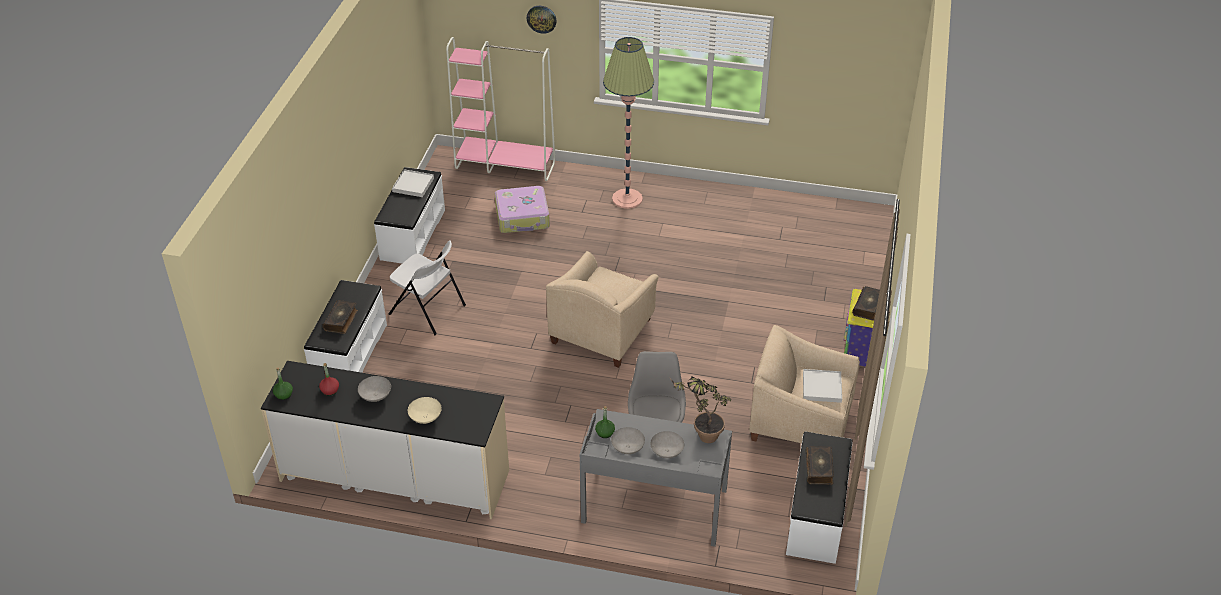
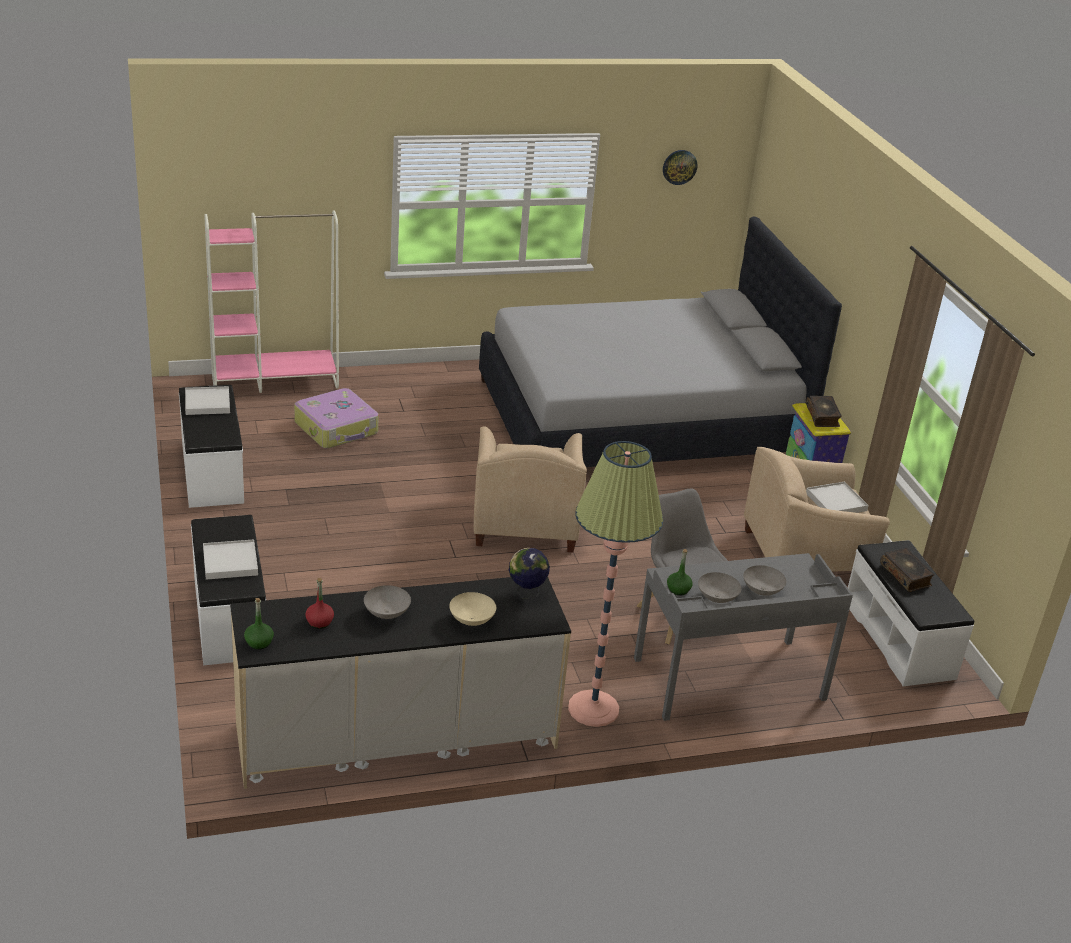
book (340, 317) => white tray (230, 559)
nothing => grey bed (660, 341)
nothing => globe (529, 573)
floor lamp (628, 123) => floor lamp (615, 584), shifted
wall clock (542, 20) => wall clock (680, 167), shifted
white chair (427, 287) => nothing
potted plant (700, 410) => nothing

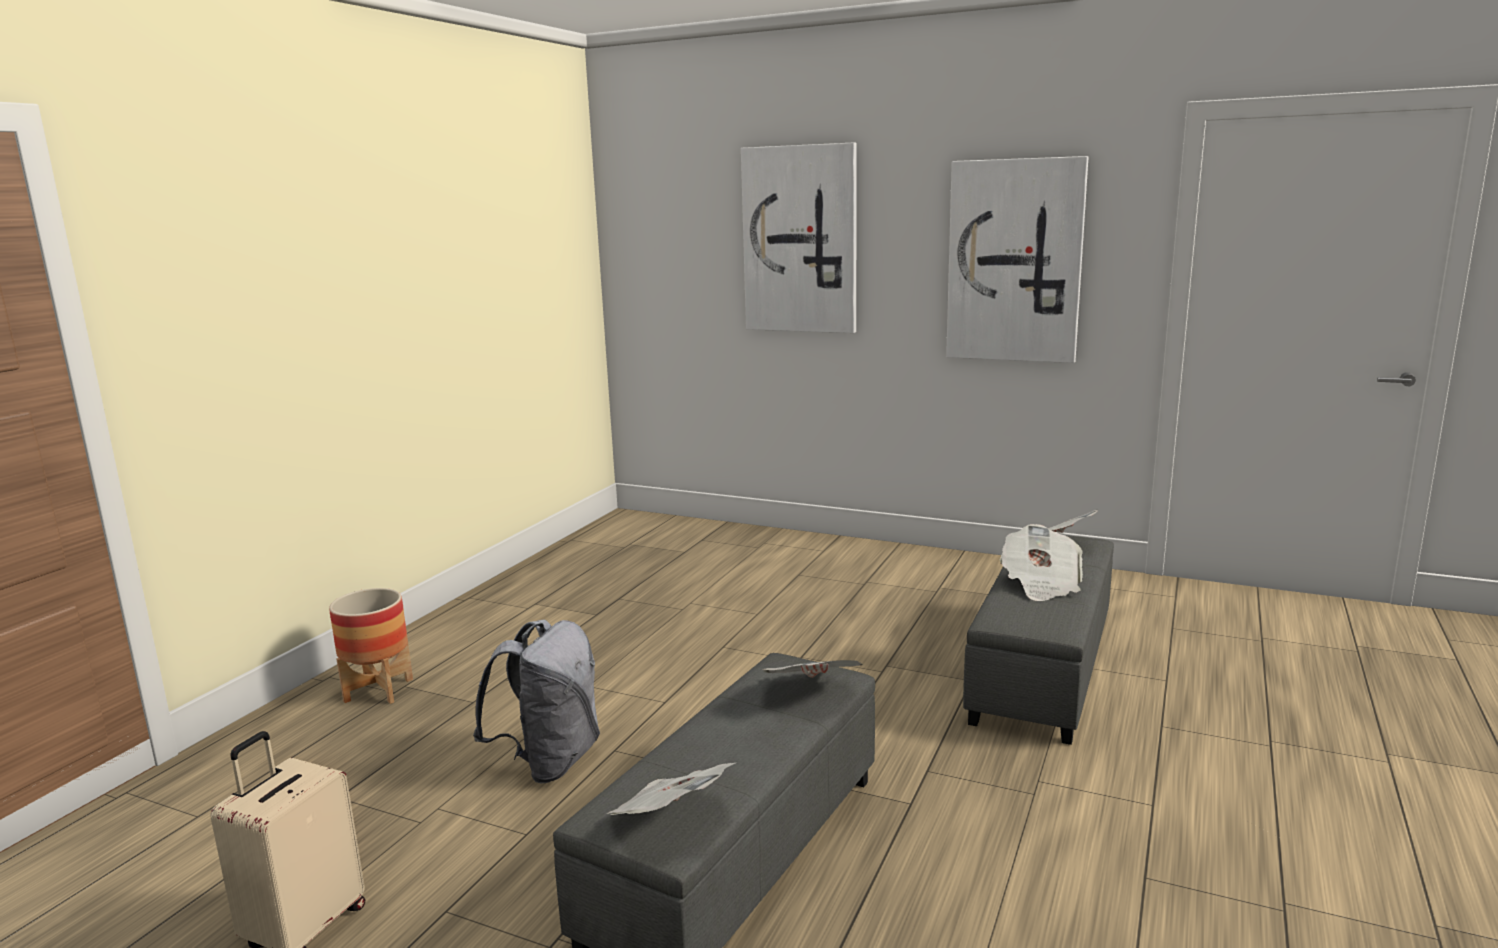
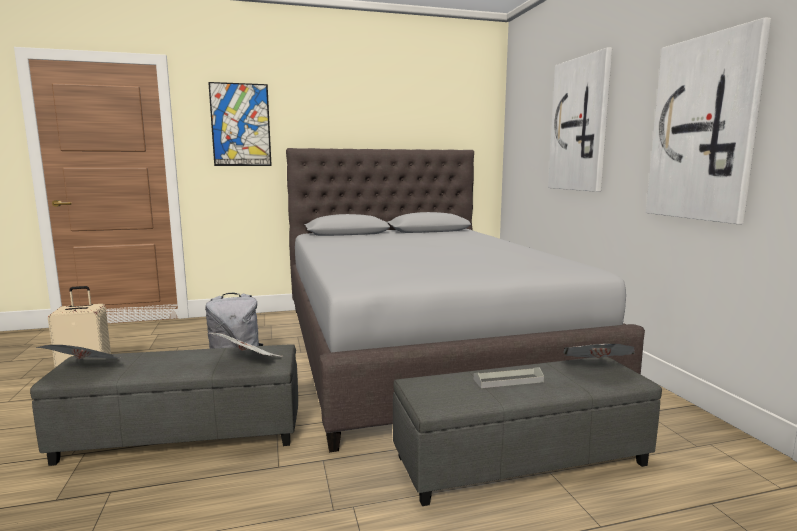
nothing => picture (240, 124)
nothing => grey bed (465, 300)
newspaper (1041, 562) => grey tray (509, 377)
planter (371, 646) => nothing

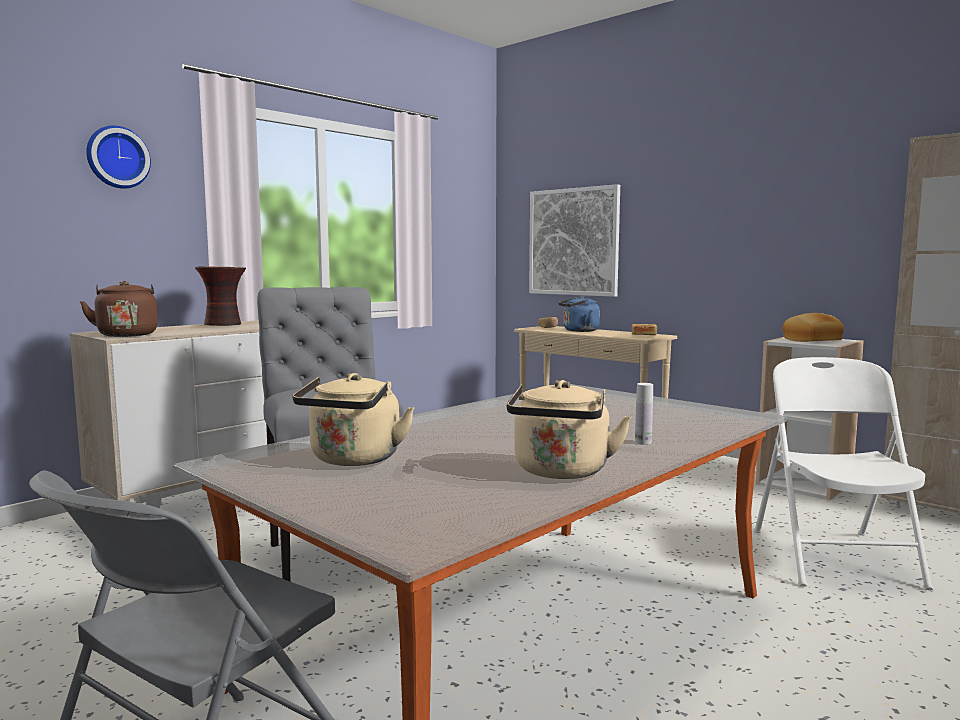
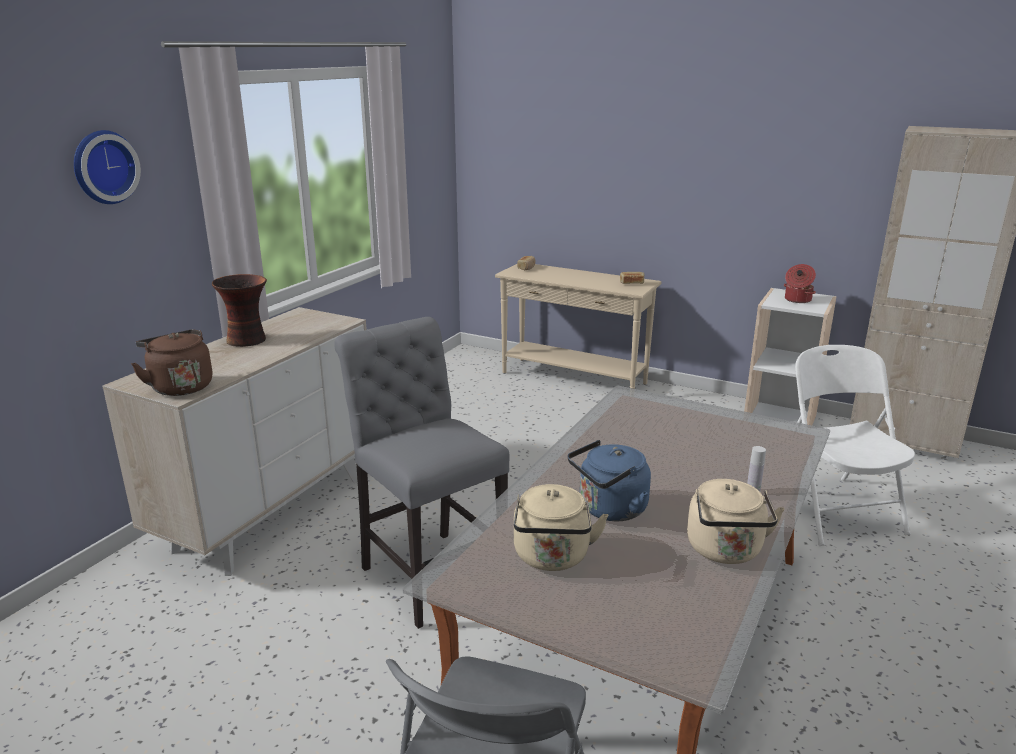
blue kettle (579, 314) => blue kettle (609, 480), shifted
bread (813, 327) => cooking pot (800, 283)
picture (574, 240) => nothing

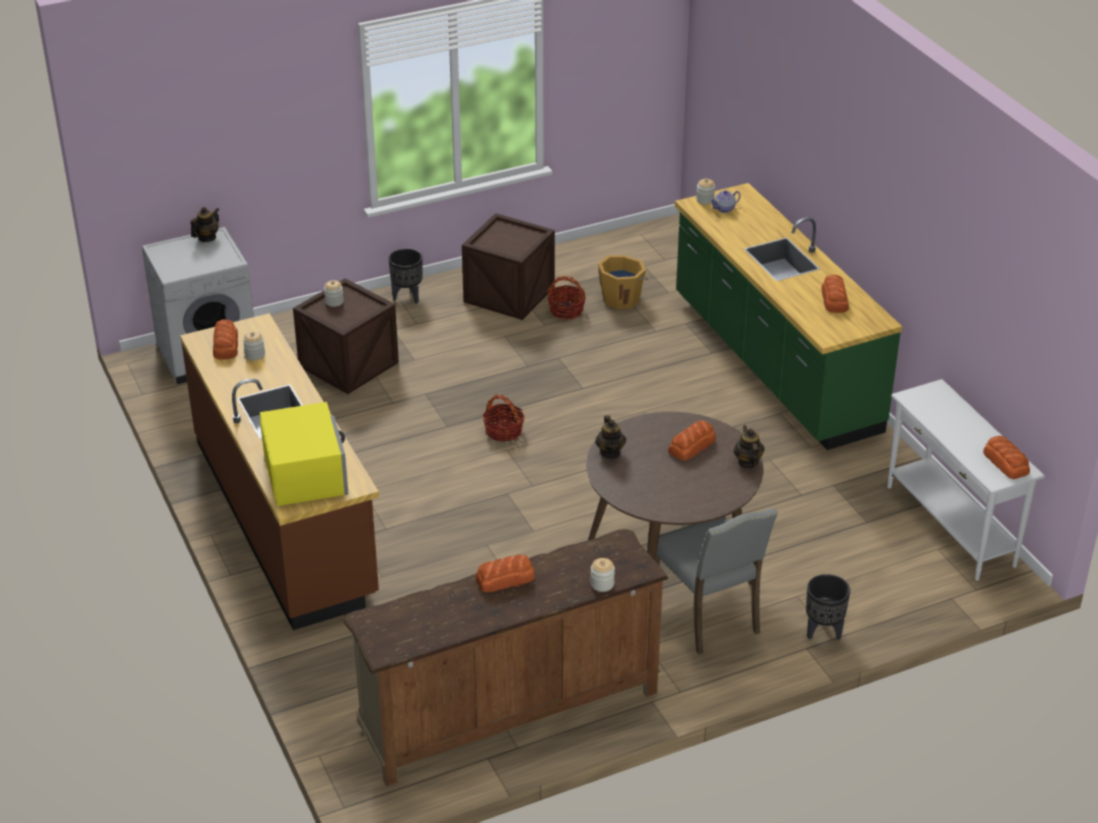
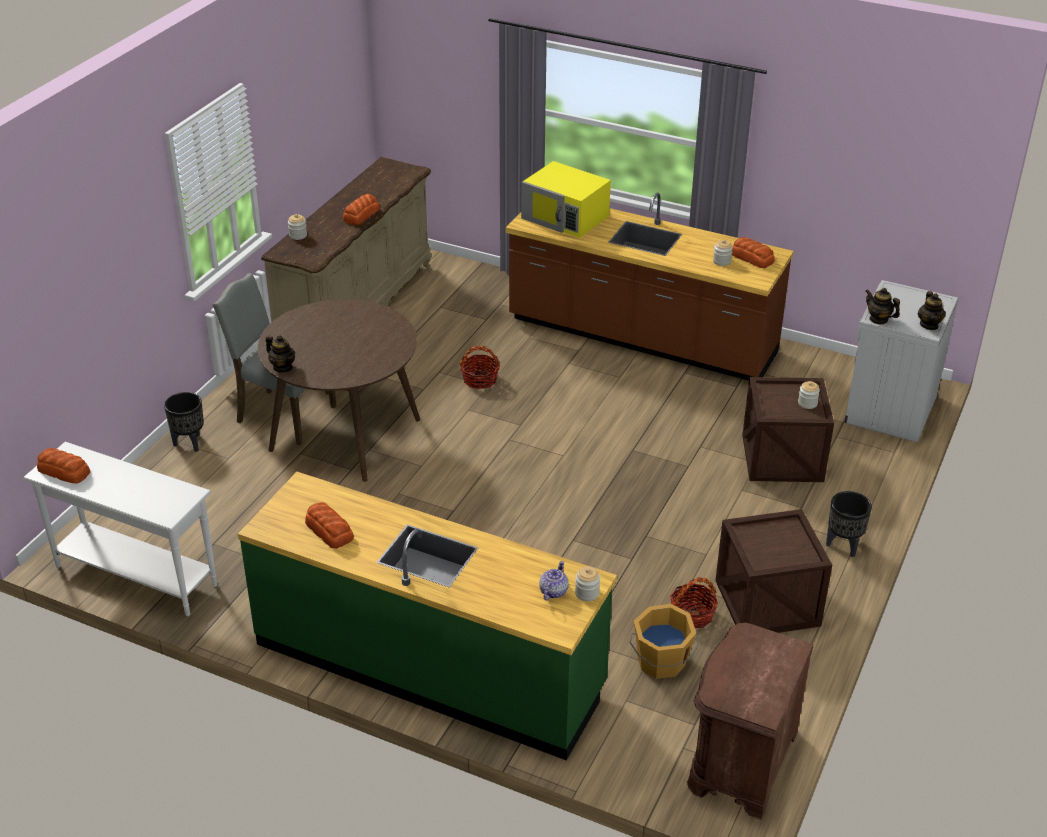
basket (504, 418) => basket (479, 367), shifted
nothing => brown nightstand (750, 721)
teapot (610, 437) => teapot (883, 306), shifted
bread (692, 440) => nothing

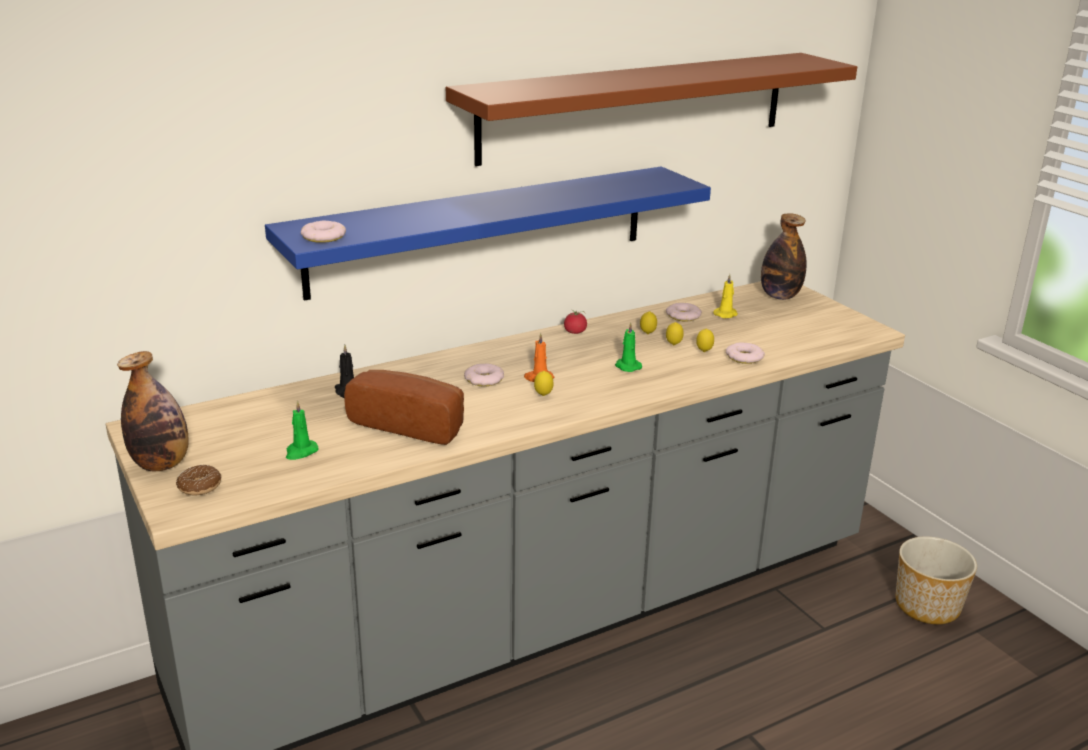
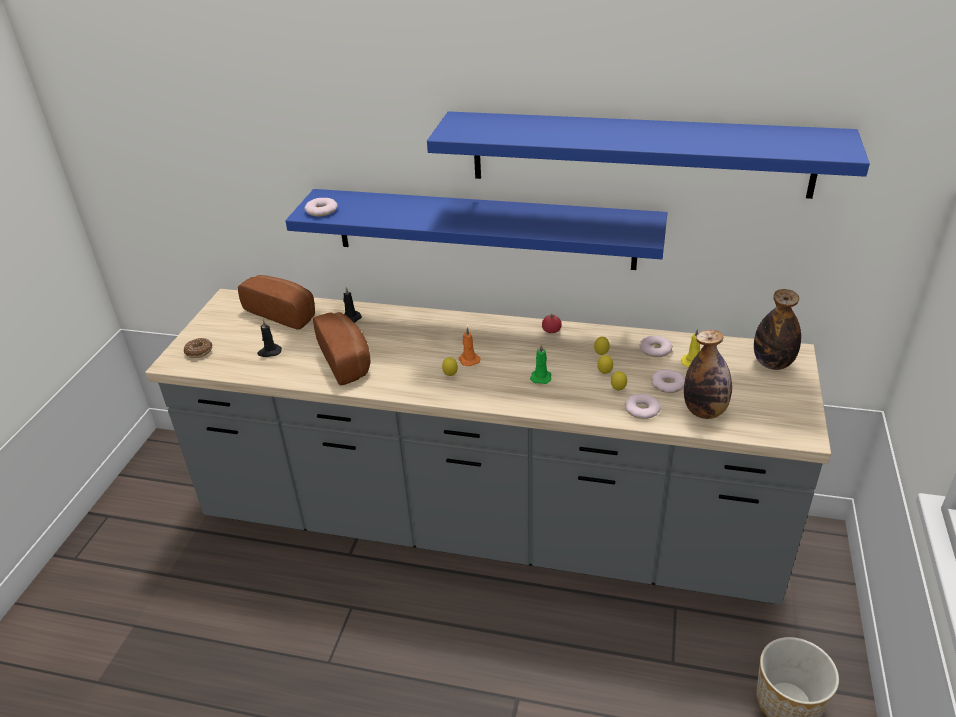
nothing => bread (276, 302)
green candle (302, 430) => black candle (269, 338)
brown shelf (651, 109) => blue shelf (648, 155)
donut (484, 374) => donut (668, 381), shifted
bottle (153, 411) => bottle (708, 374), shifted

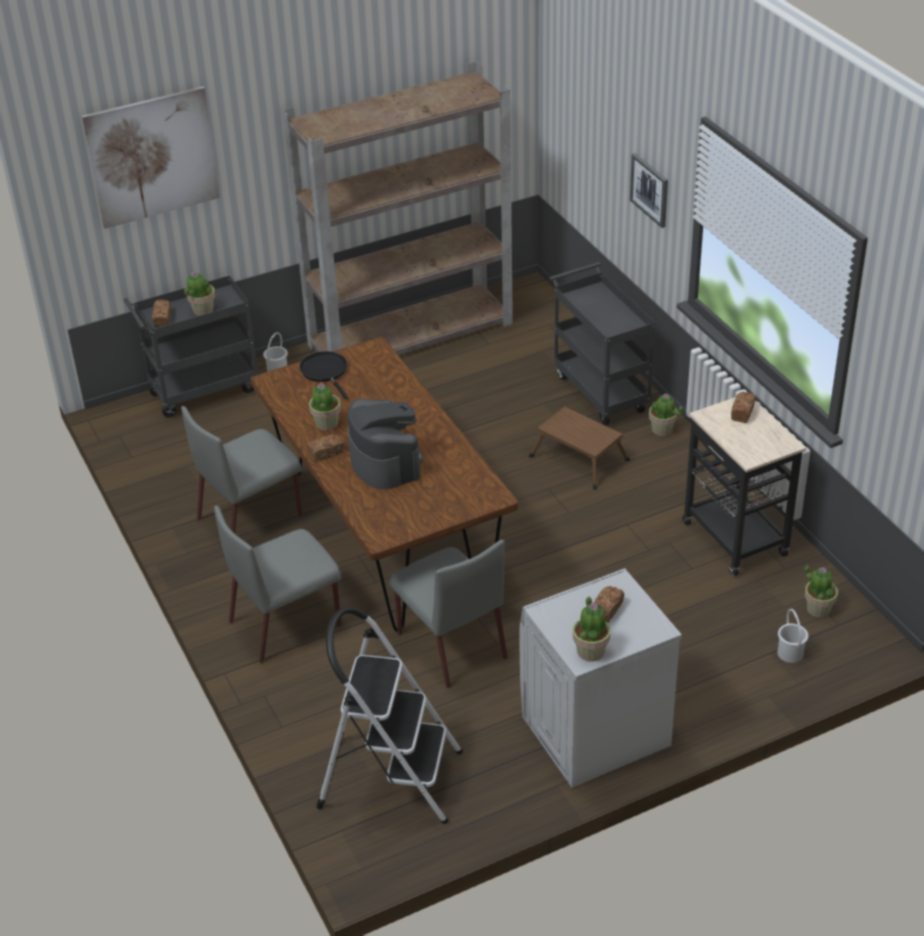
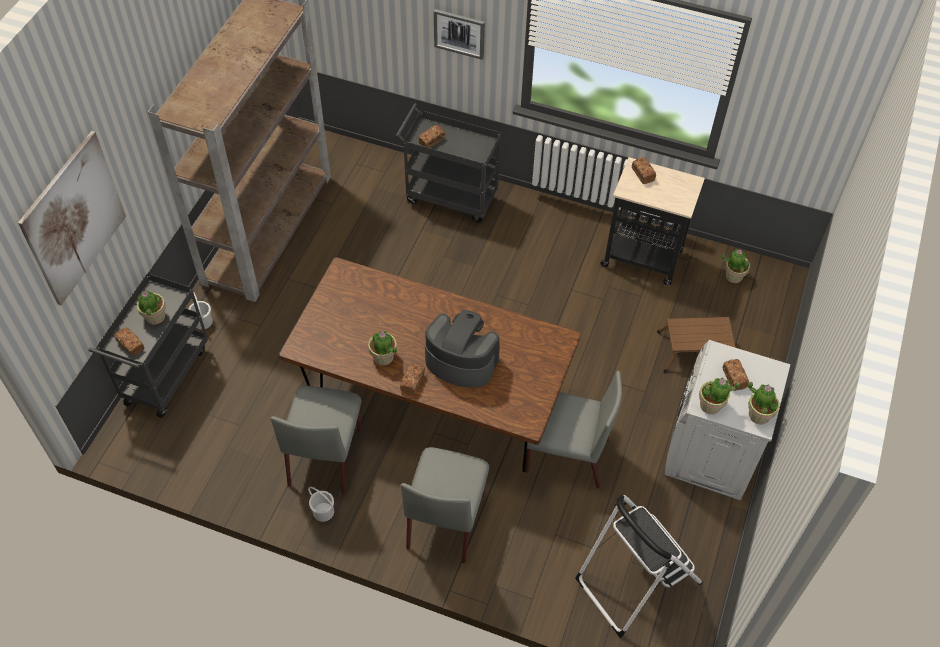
white bucket (793, 636) => white bucket (321, 504), shifted
nothing => bread (431, 136)
brown step ladder (580, 448) => brown step ladder (696, 345), shifted
potted plant (666, 414) => potted plant (719, 396), shifted
black frying pan (323, 375) => nothing

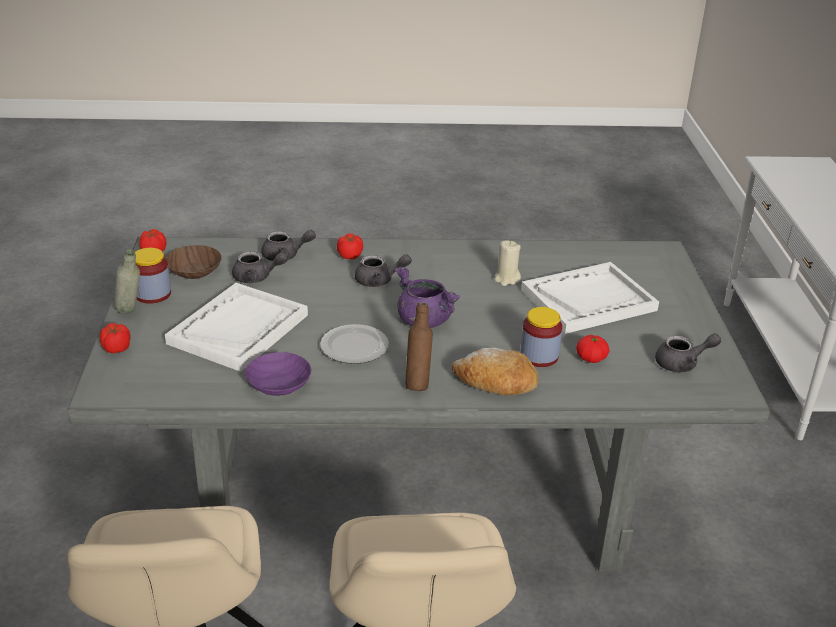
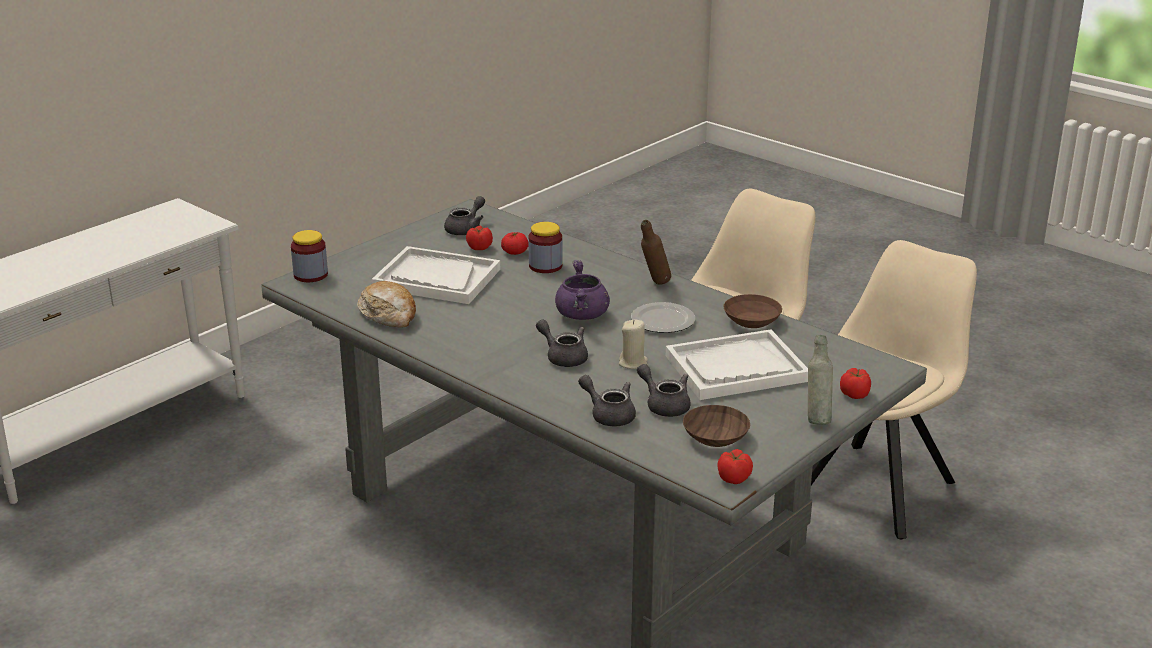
jar (153, 276) => jar (309, 256), shifted
bread (495, 371) => bread (386, 304), shifted
grey teapot (688, 352) => grey teapot (464, 215), 90 degrees clockwise
tomato (350, 246) => tomato (479, 237), shifted
beige candle (507, 263) => beige candle (633, 344), shifted
purple bowl (278, 374) => brown bowl (753, 311)

